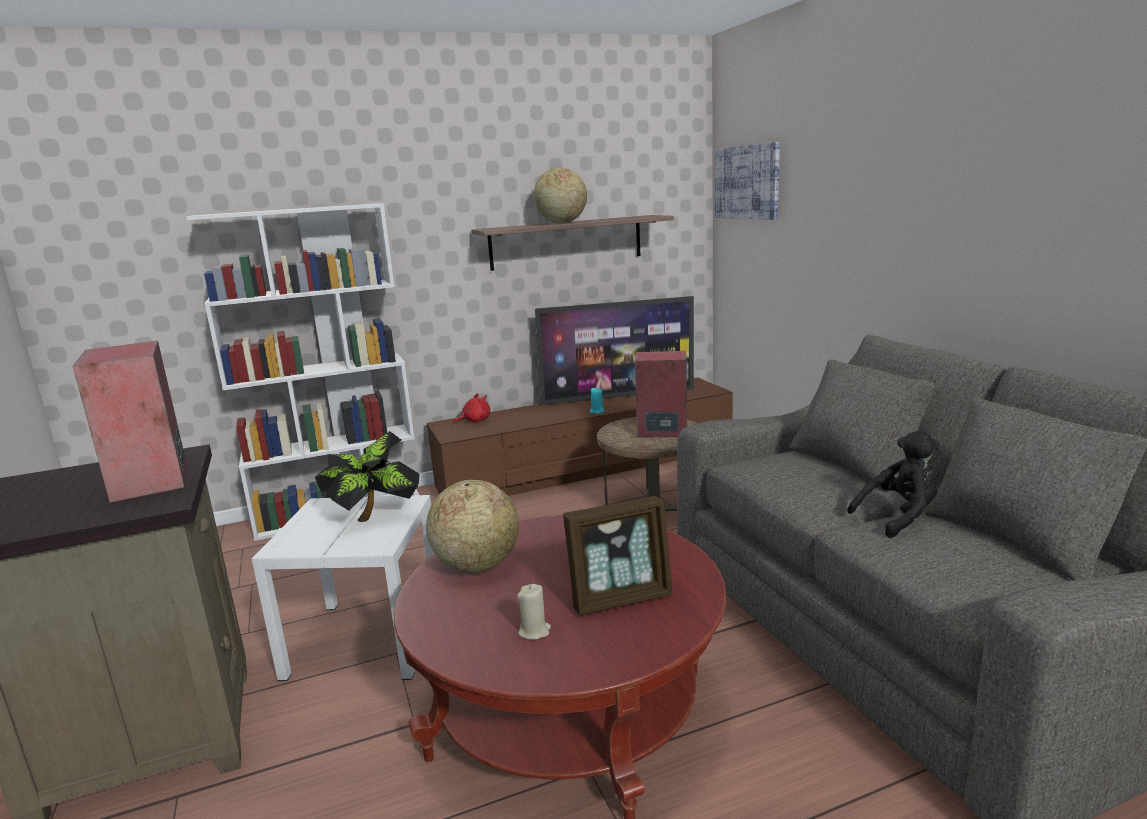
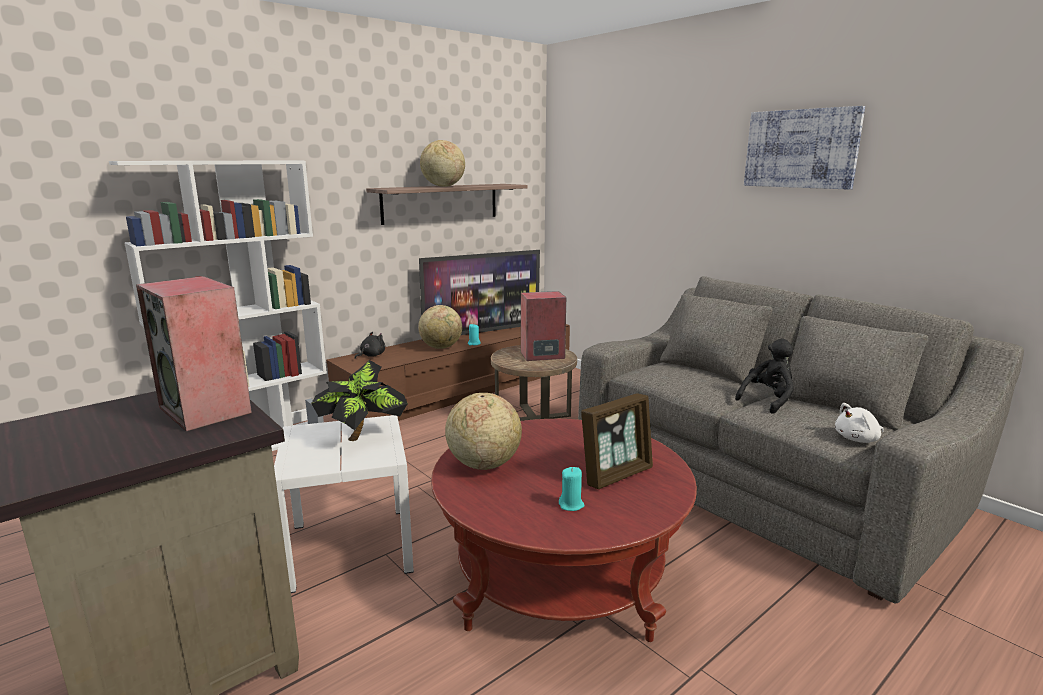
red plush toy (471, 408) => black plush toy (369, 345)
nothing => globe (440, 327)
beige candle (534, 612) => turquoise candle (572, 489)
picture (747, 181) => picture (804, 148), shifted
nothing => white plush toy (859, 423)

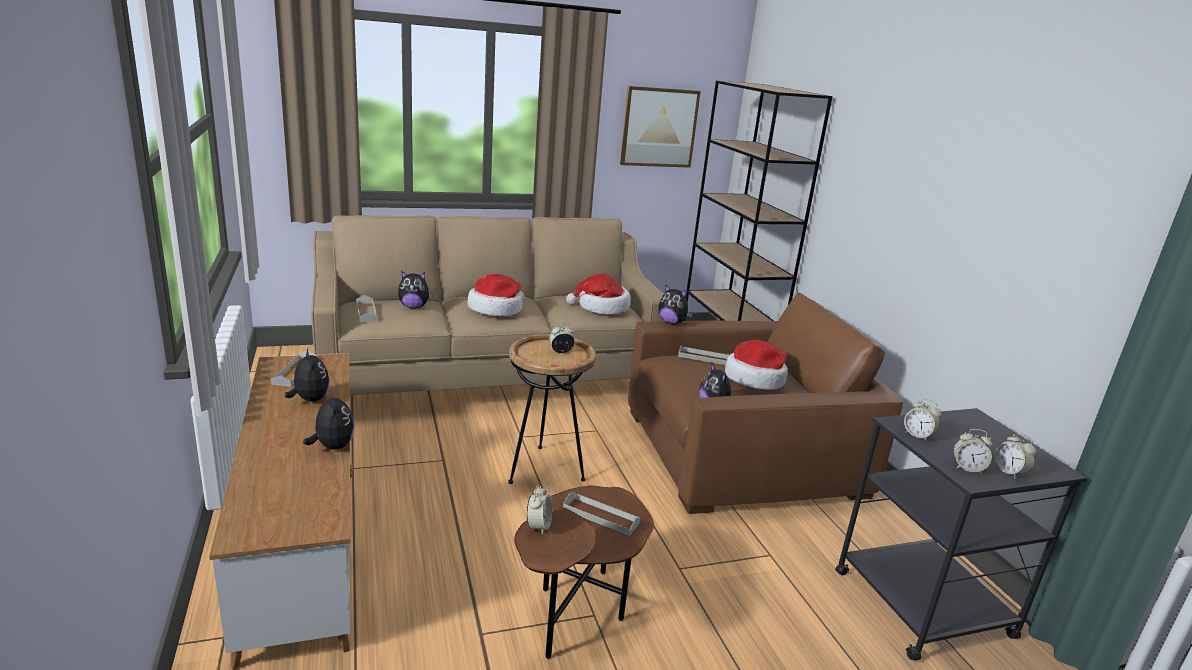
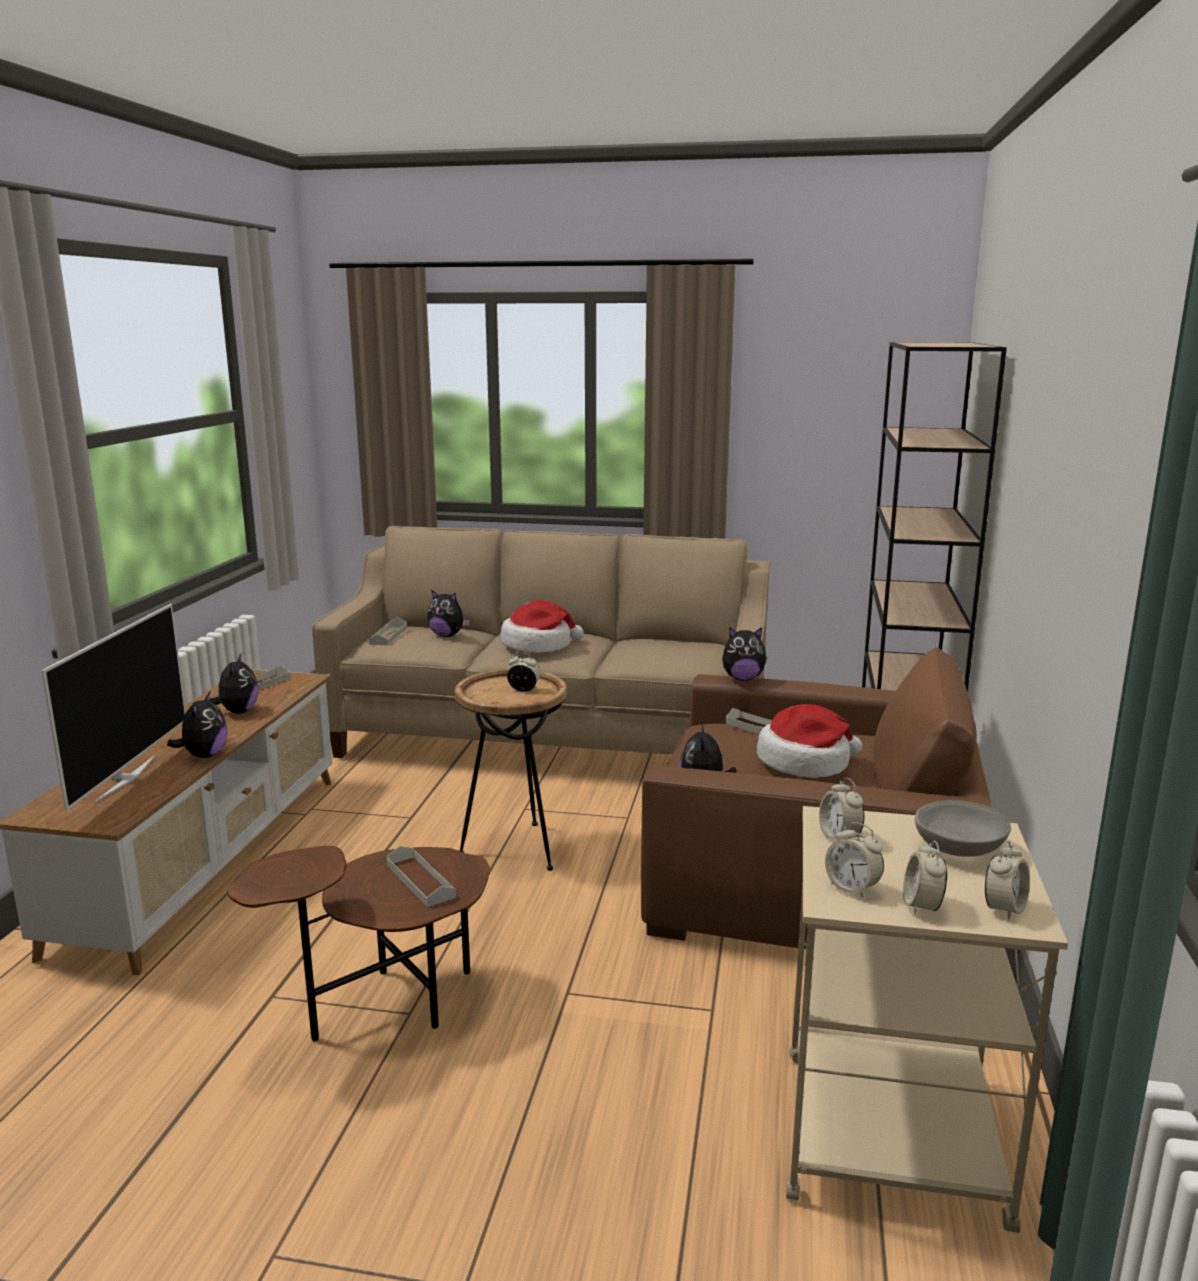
nothing => television (113, 707)
plush toy (675, 304) => plush toy (745, 654), 60 degrees counterclockwise
black cart (961, 534) => beige cart (927, 1019)
nothing => grey bowl (963, 828)
alarm clock (540, 510) => alarm clock (1007, 880), shifted
hat (598, 294) => nothing
picture (660, 127) => nothing

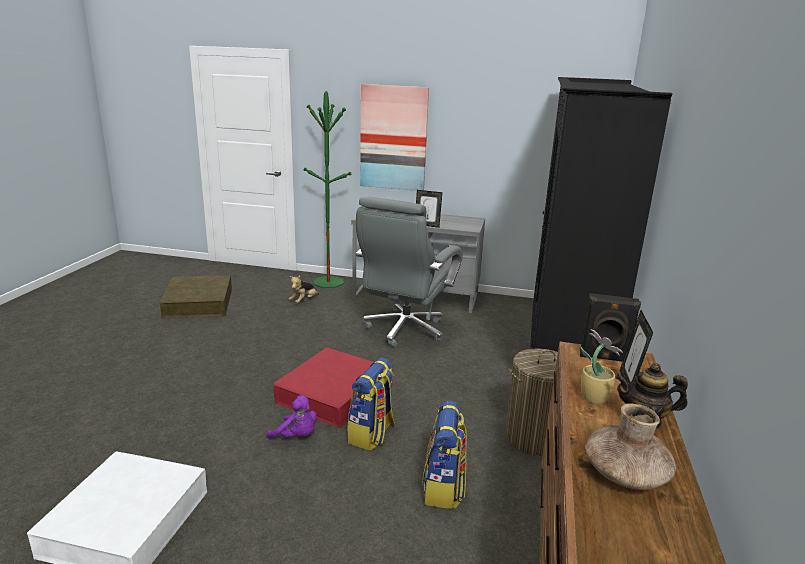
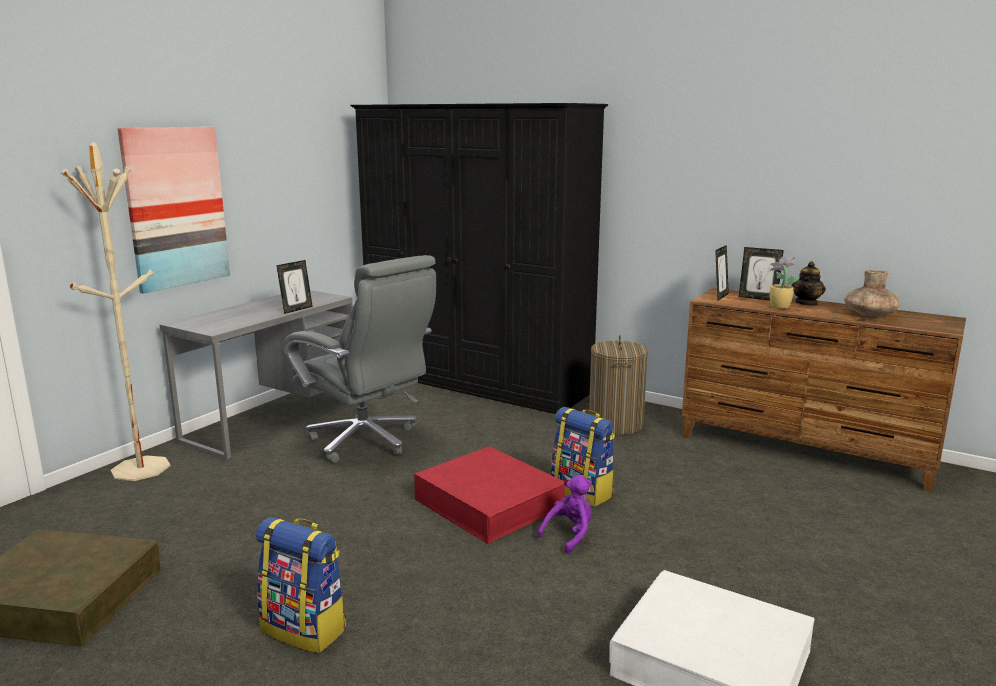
green clothes rack (327, 189) => beige clothes rack (116, 311)
backpack (444, 455) => backpack (301, 585), shifted
black speaker (610, 327) => picture frame (722, 273)
plush toy (304, 289) => nothing

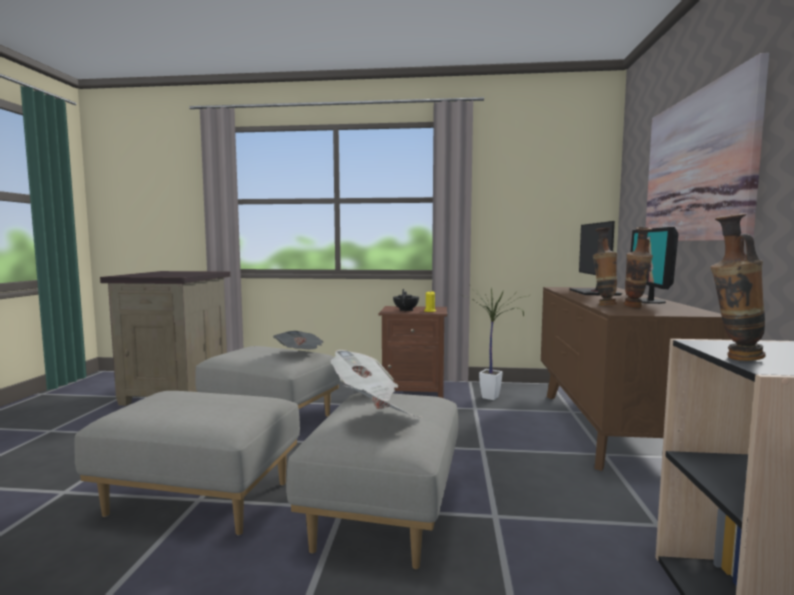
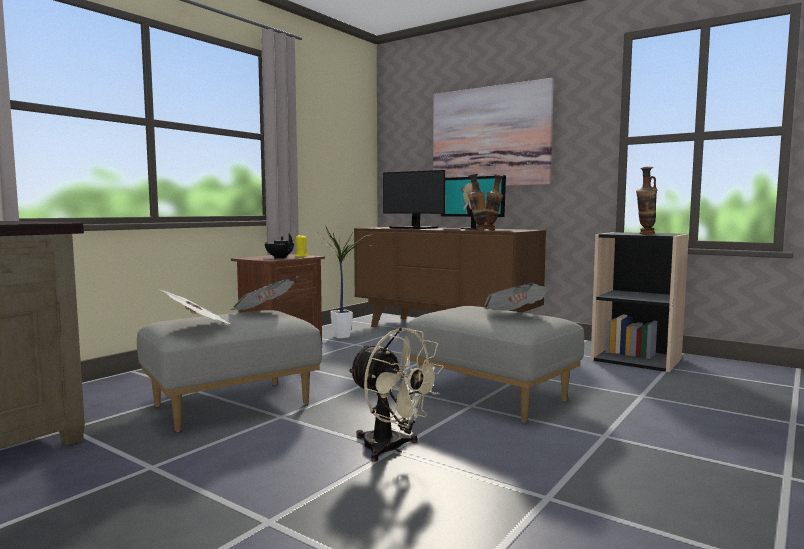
newspaper (364, 375) => newspaper (195, 307), shifted
grey ottoman (187, 463) => beige fan (396, 394)

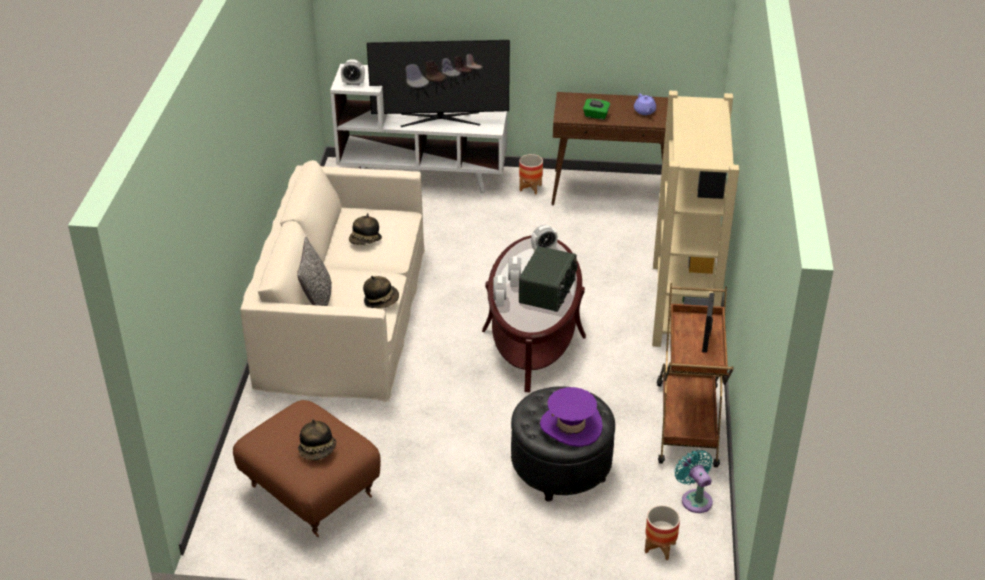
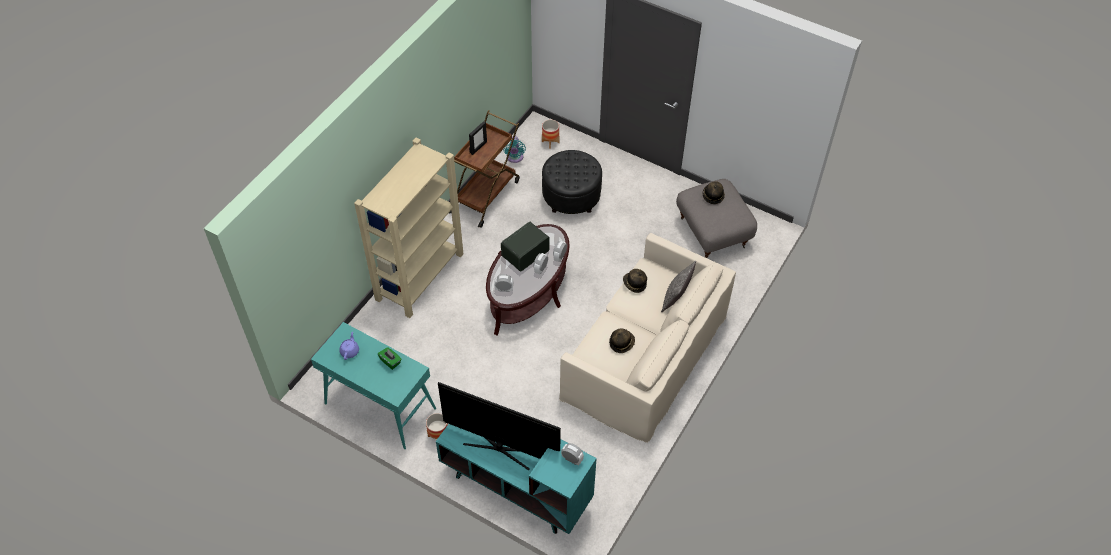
brown console table (609, 148) => turquoise console table (373, 385)
white tv stand (418, 128) => turquoise tv stand (516, 479)
brown ottoman (307, 468) => grey ottoman (716, 218)
purple hat (571, 417) => nothing

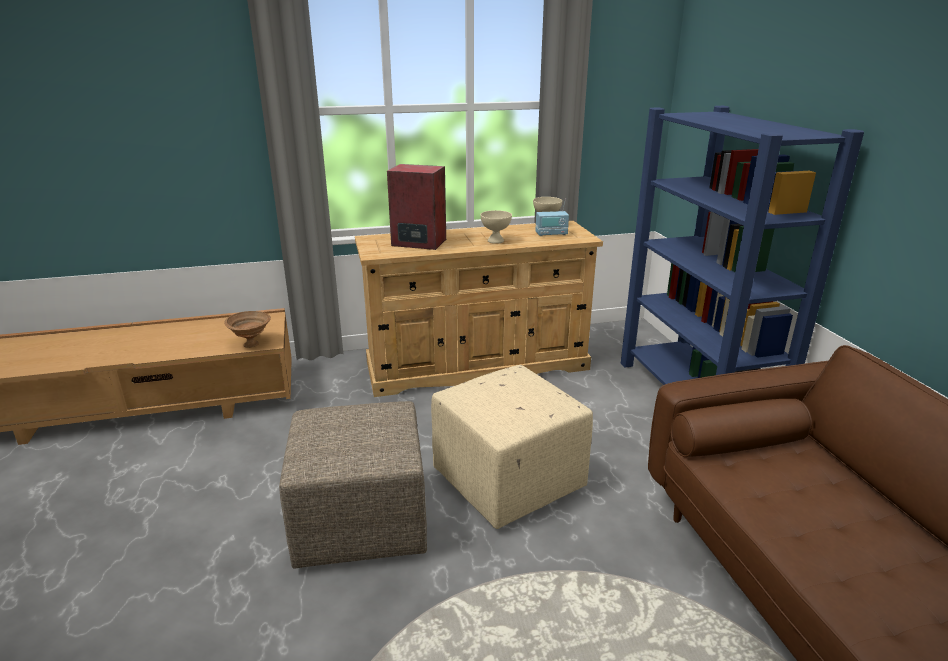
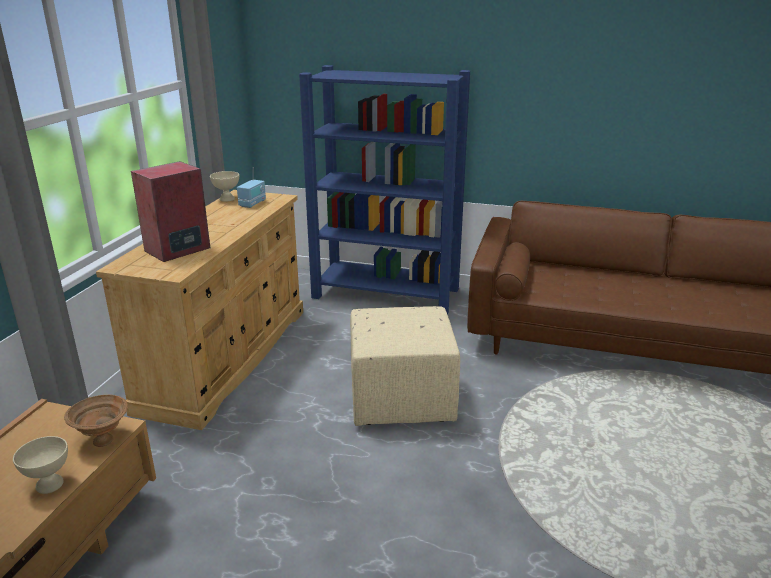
beige bowl (496, 227) => beige bowl (40, 465), shifted
beige ottoman (353, 485) => nothing

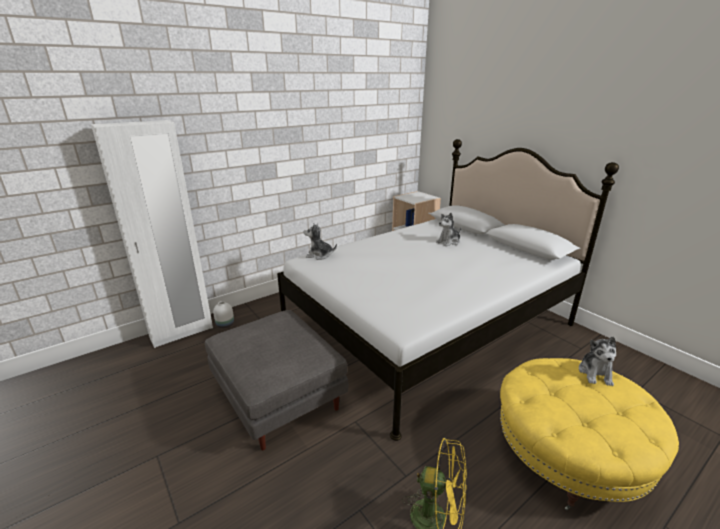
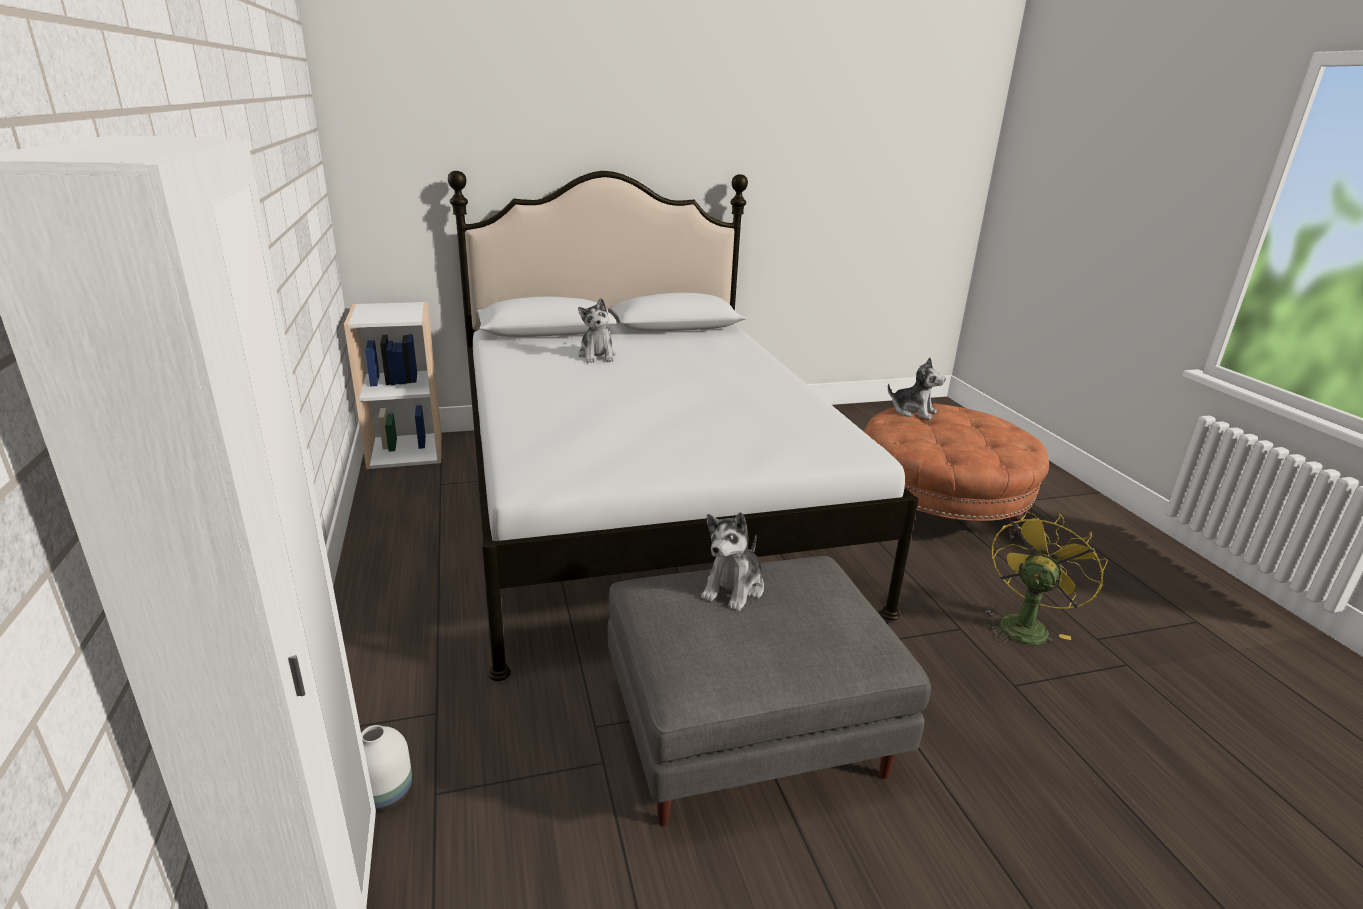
plush toy (320, 241) => plush toy (732, 561), shifted
yellow ottoman (589, 434) => brown ottoman (956, 471)

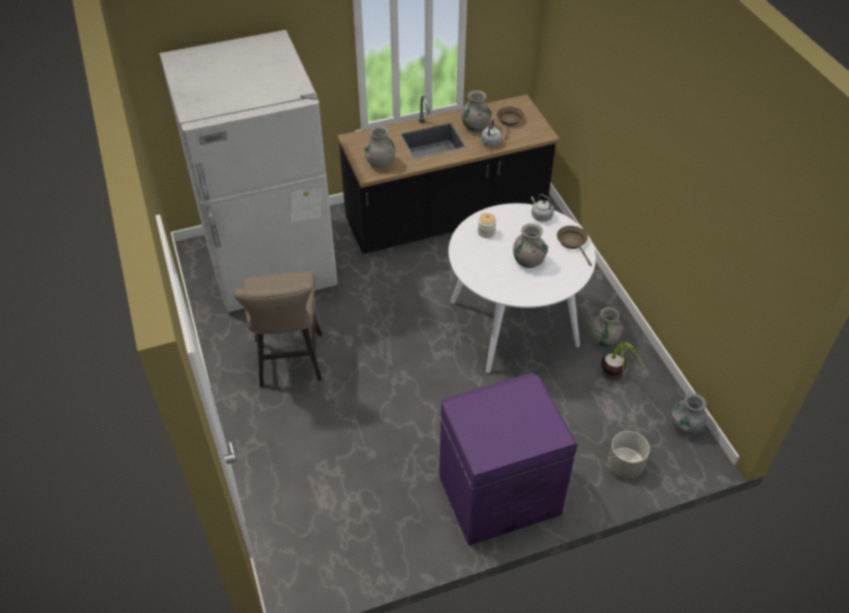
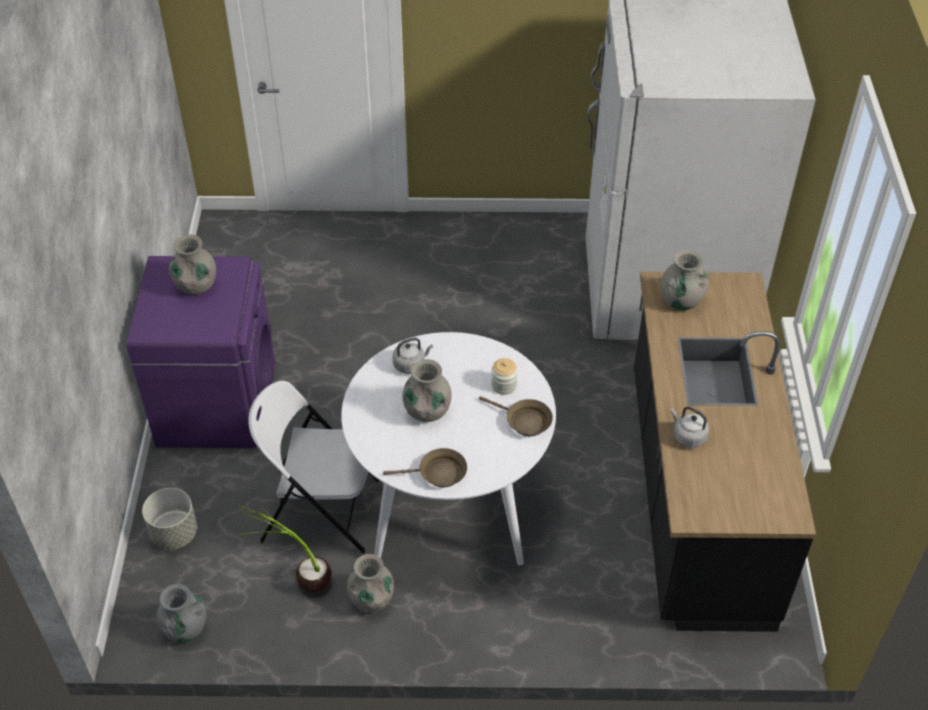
grey vase (476, 110) => grey vase (192, 265), shifted
nothing => white chair (313, 467)
grey kettle (542, 207) => grey kettle (413, 356), shifted
brown frying pan (510, 123) => brown frying pan (516, 416), shifted
beige stool (278, 329) => nothing

